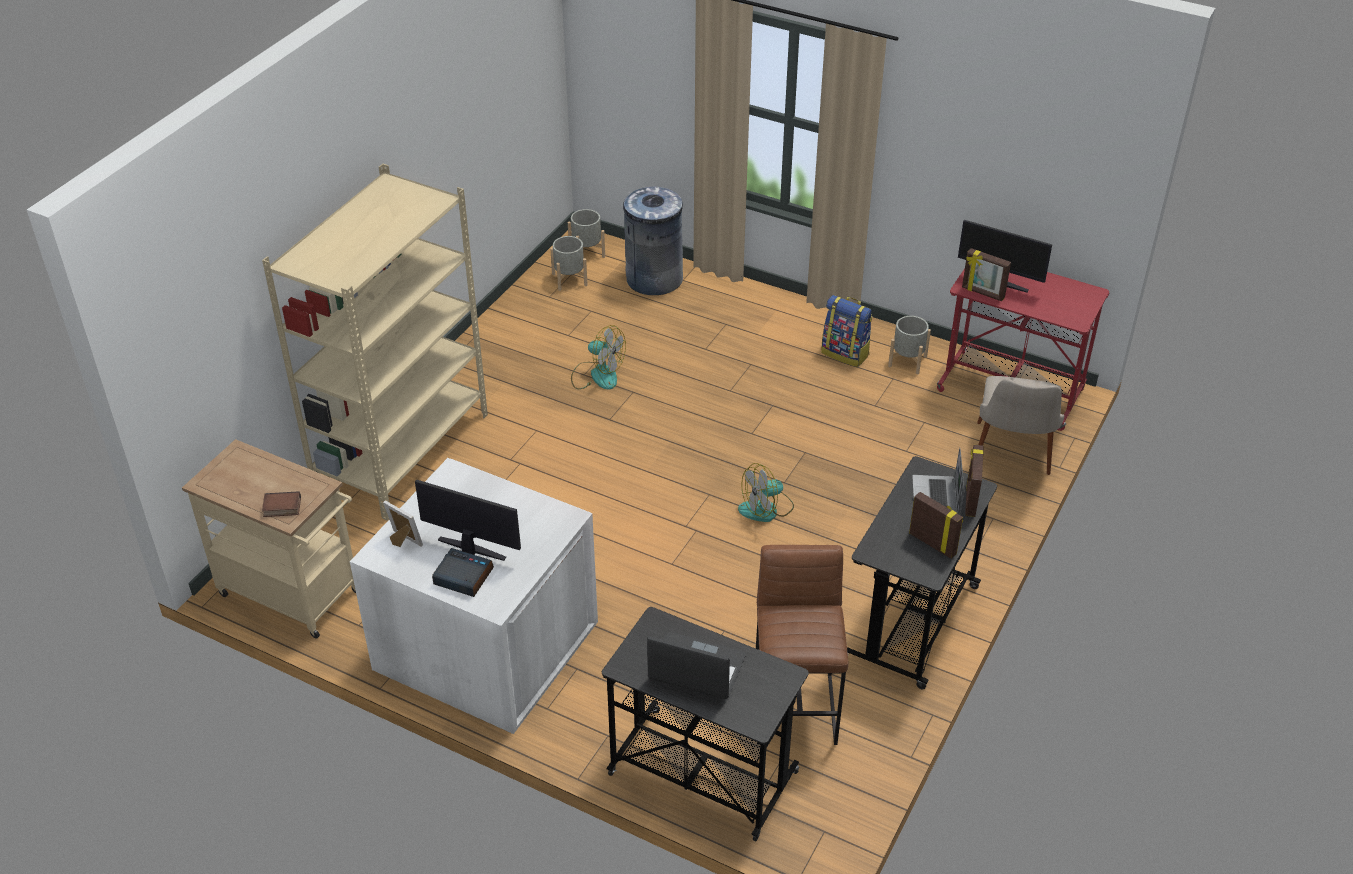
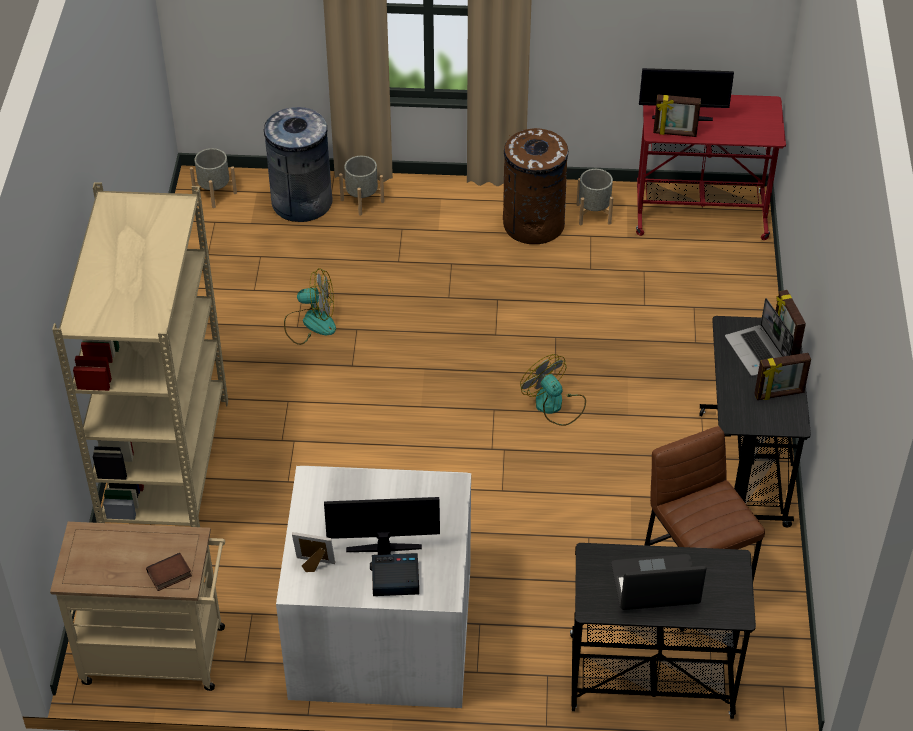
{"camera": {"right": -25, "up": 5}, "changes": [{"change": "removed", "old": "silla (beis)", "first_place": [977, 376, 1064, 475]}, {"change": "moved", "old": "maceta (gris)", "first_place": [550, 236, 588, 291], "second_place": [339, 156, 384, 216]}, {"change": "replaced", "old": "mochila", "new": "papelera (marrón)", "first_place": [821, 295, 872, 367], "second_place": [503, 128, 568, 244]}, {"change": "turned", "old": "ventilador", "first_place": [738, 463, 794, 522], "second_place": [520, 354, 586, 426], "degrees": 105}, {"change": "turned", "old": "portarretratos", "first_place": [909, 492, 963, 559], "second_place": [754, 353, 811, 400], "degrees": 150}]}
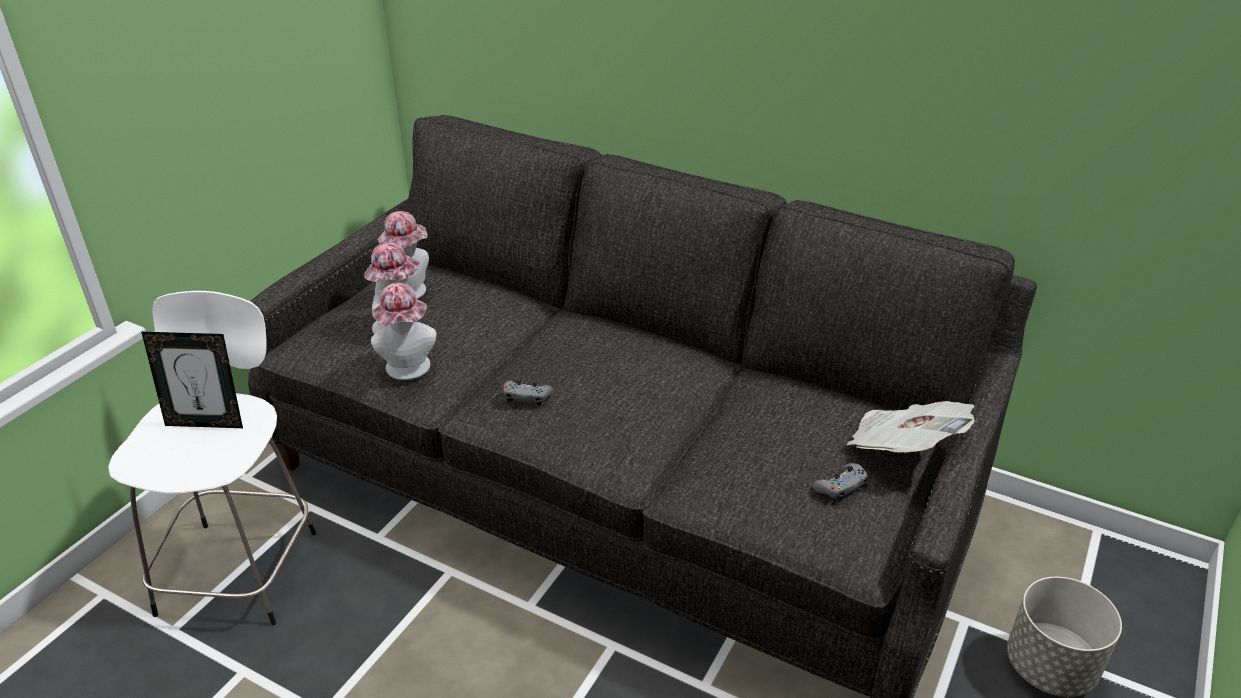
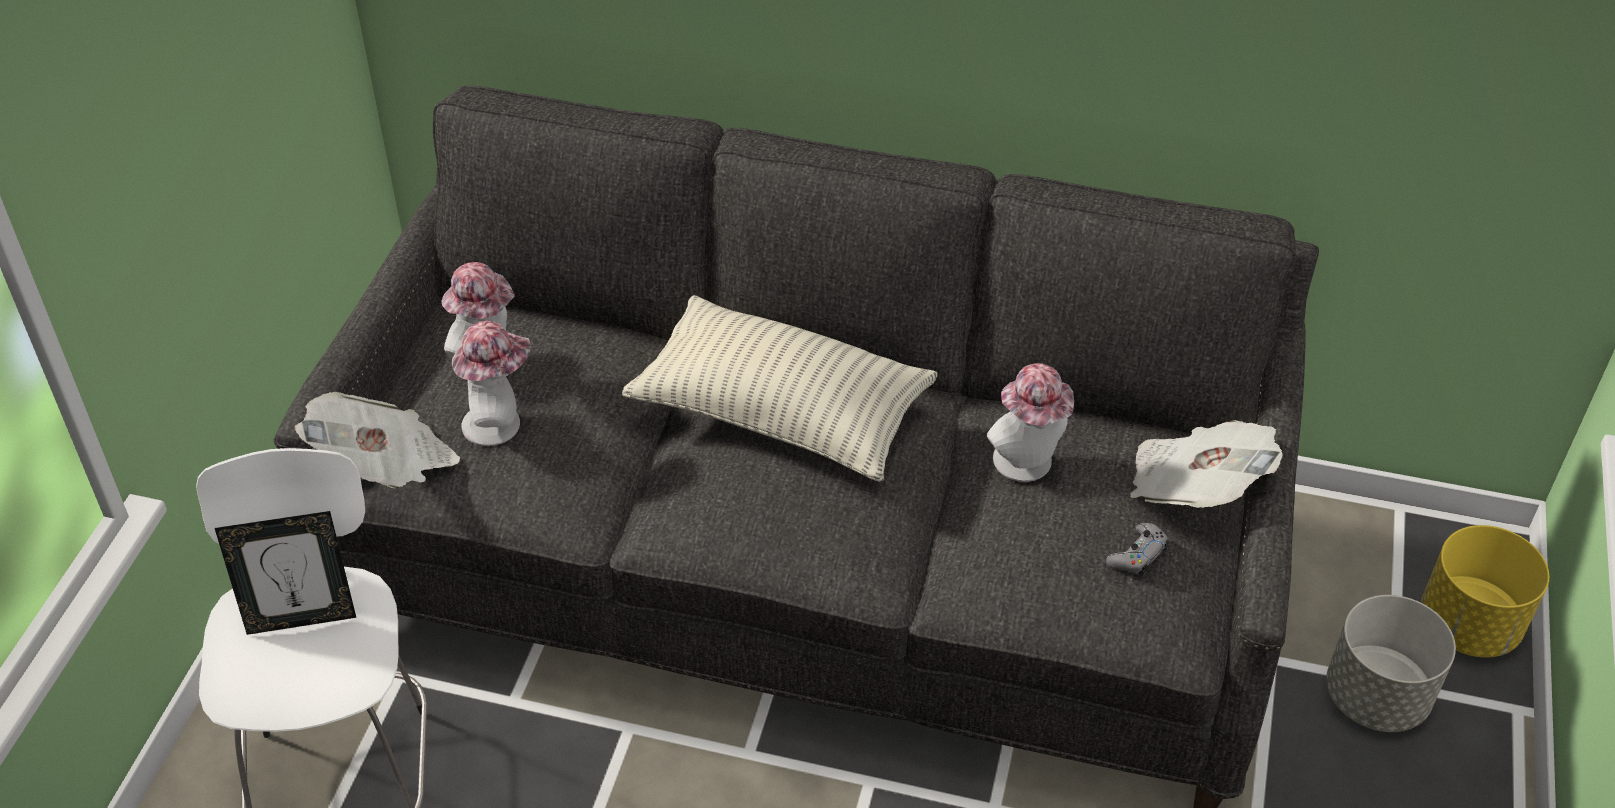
{"camera": {"right": -15, "up": 10}, "changes": [{"change": "removed", "old": "mando de consola (gris)", "first_place": [503, 380, 553, 406]}, {"change": "added", "new": "periódico", "second_place": [295, 392, 460, 488]}, {"change": "added", "new": "cojín", "second_place": [622, 295, 938, 482]}, {"change": "added", "new": "maceta (amarillo)", "second_place": [1421, 525, 1549, 658]}, {"change": "moved", "old": "sombrero", "first_place": [371, 283, 436, 380], "second_place": [987, 363, 1074, 482]}]}
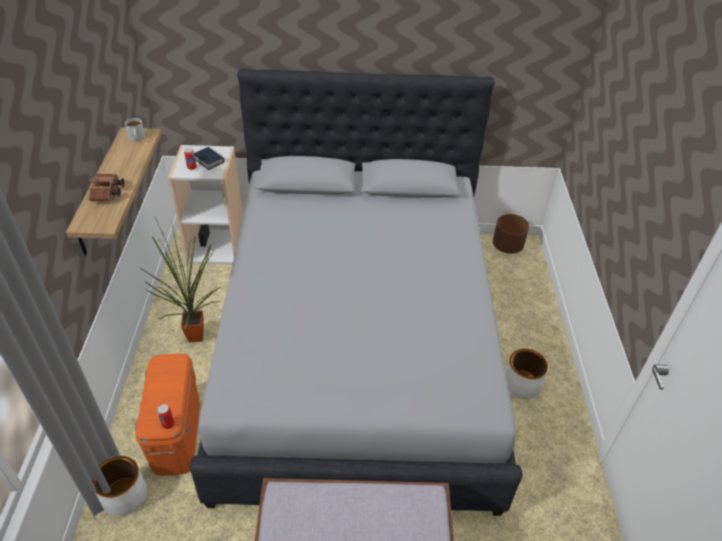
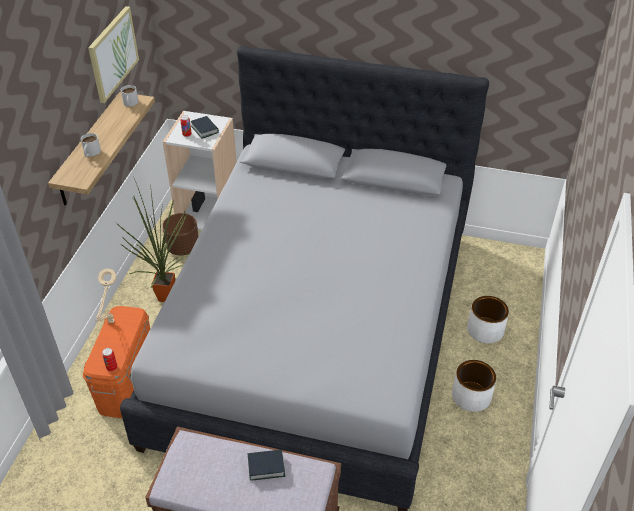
{"camera": {"right": 15, "up": 0}, "changes": [{"change": "added", "new": "cuadro", "second_place": [88, 6, 139, 103]}, {"change": "added", "new": "lámpara de mesa (beis)", "second_place": [95, 268, 117, 323]}, {"change": "added", "new": "libro", "second_place": [247, 449, 285, 481]}, {"change": "moved", "old": "maceta (blanco)", "first_place": [92, 456, 147, 516], "second_place": [467, 296, 509, 344]}, {"change": "moved", "old": "maceta (marrón)", "first_place": [493, 214, 529, 254], "second_place": [162, 213, 199, 256]}, {"change": "replaced", "old": "prismáticos (marrón)", "new": "taza grande (blanco)", "first_place": [89, 174, 124, 201], "second_place": [81, 133, 101, 157]}]}
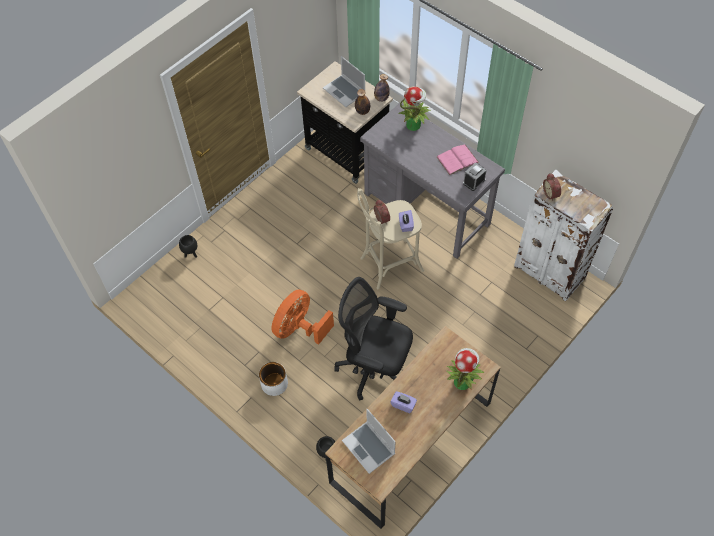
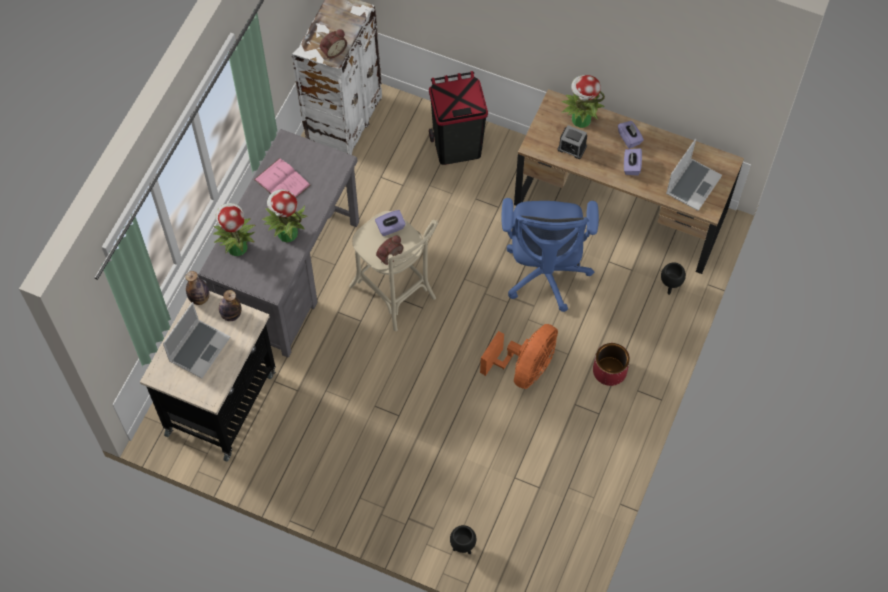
{"camera": {"right": -110, "up": 5}, "changes": [{"change": "added", "new": "planta en maceta", "second_place": [261, 190, 307, 242]}, {"change": "added", "new": "papelera (negro)", "second_place": [429, 71, 488, 165]}, {"change": "added", "new": "caja de pañuelos (morado)", "second_place": [618, 121, 644, 149]}, {"change": "moved", "old": "despertador", "first_place": [463, 162, 487, 191], "second_place": [557, 125, 587, 159]}, {"change": "recoloured", "old": "maceta (blanco)", "new": "maceta (rojo)", "first_place": [259, 362, 288, 396], "second_place": [593, 343, 630, 386]}, {"change": "recoloured", "old": "silla de oficina (negro)", "new": "silla de oficina (azul)", "first_place": [334, 277, 413, 401], "second_place": [502, 198, 599, 312]}, {"change": "turned", "old": "ventilador (naranja)", "first_place": [271, 290, 334, 344], "second_place": [480, 324, 558, 389], "degrees": -75}]}
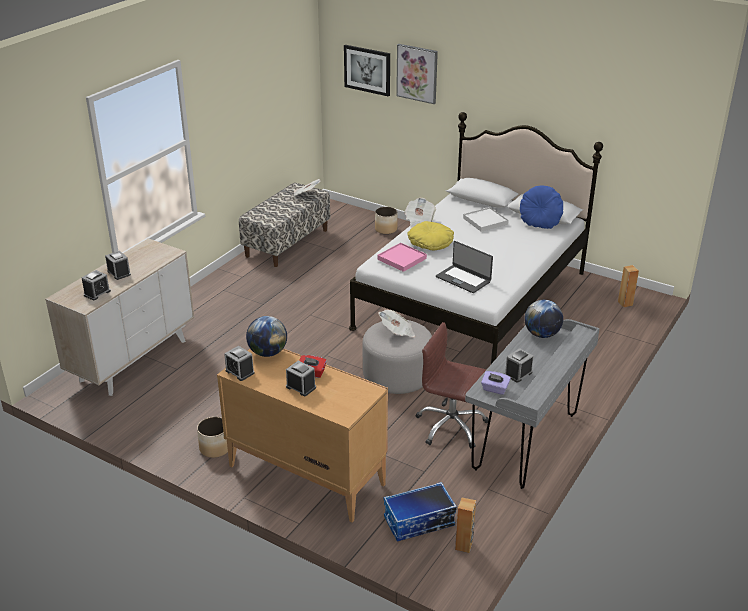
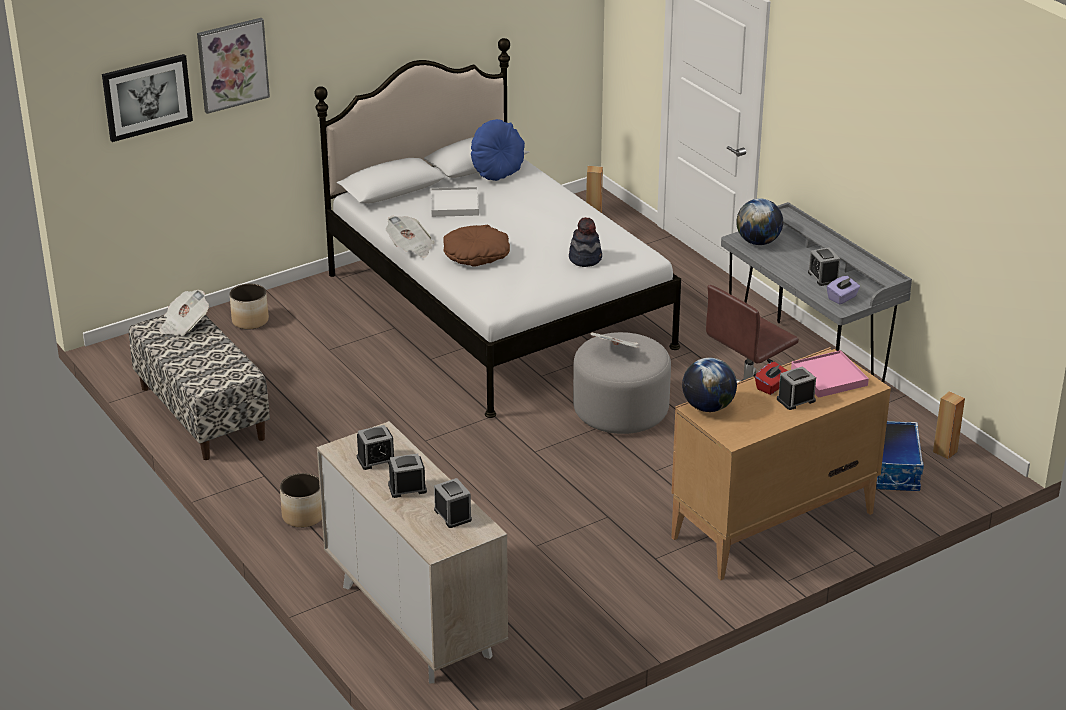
{"camera": {"right": -65, "up": 0}, "changes": [{"change": "moved", "old": "maceta", "first_place": [197, 417, 228, 458], "second_place": [280, 473, 322, 528]}, {"change": "moved", "old": "despertador", "first_place": [224, 346, 255, 381], "second_place": [357, 425, 394, 470]}, {"change": "moved", "old": "bandeja (rosa)", "first_place": [377, 243, 427, 272], "second_place": [791, 350, 869, 398]}, {"change": "replaced", "old": "portátil", "new": "sombrero", "first_place": [436, 241, 493, 293], "second_place": [569, 217, 602, 267]}, {"change": "recoloured", "old": "cojín (amarillo)", "new": "cojín (marrón)", "first_place": [407, 221, 454, 250], "second_place": [443, 225, 510, 267]}]}
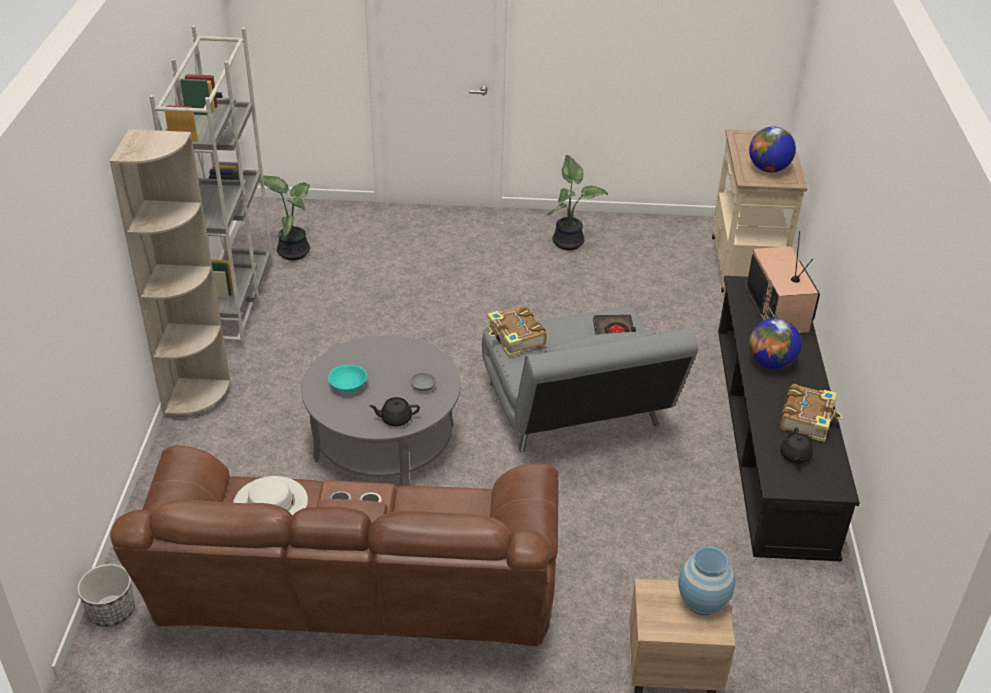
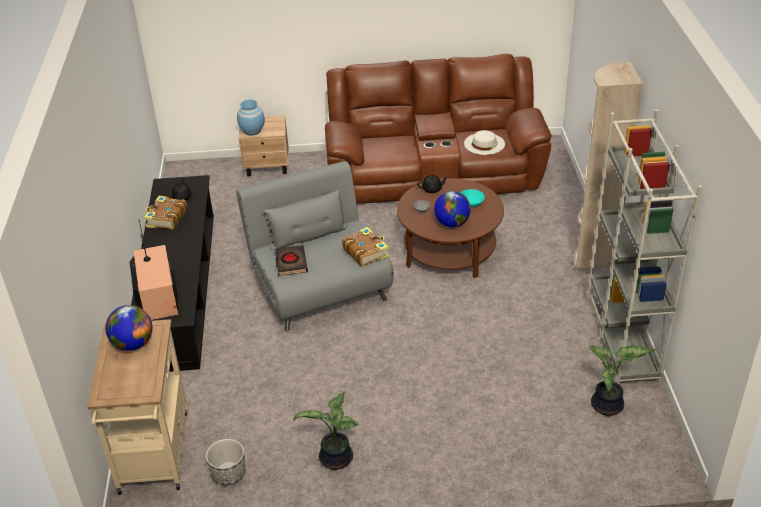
{"camera": {"right": 175, "up": 0}, "changes": [{"change": "moved", "old": "maceta", "first_place": [77, 564, 135, 627], "second_place": [206, 439, 246, 485]}, {"change": "moved", "old": "globo terráqueo", "first_place": [749, 318, 802, 369], "second_place": [434, 191, 471, 227]}, {"change": "recoloured", "old": "mesa de centro (gris)", "new": "mesa de centro (marrón)", "first_place": [301, 336, 460, 486], "second_place": [397, 178, 504, 278]}]}
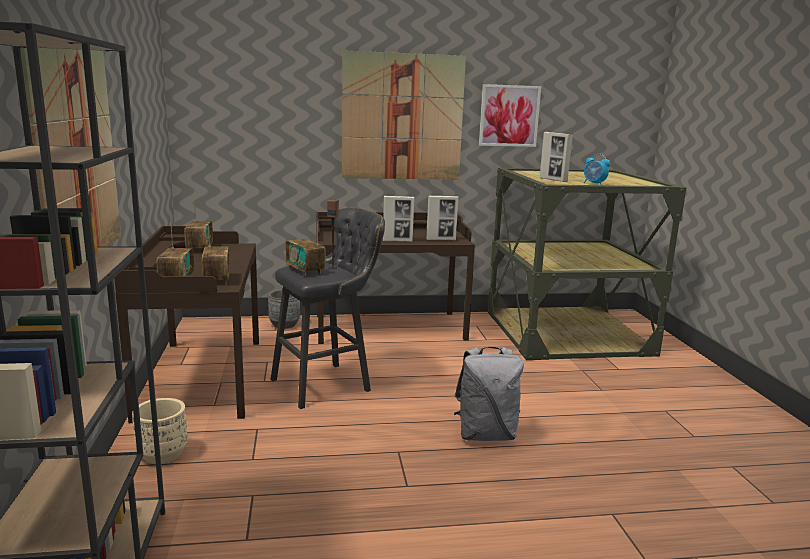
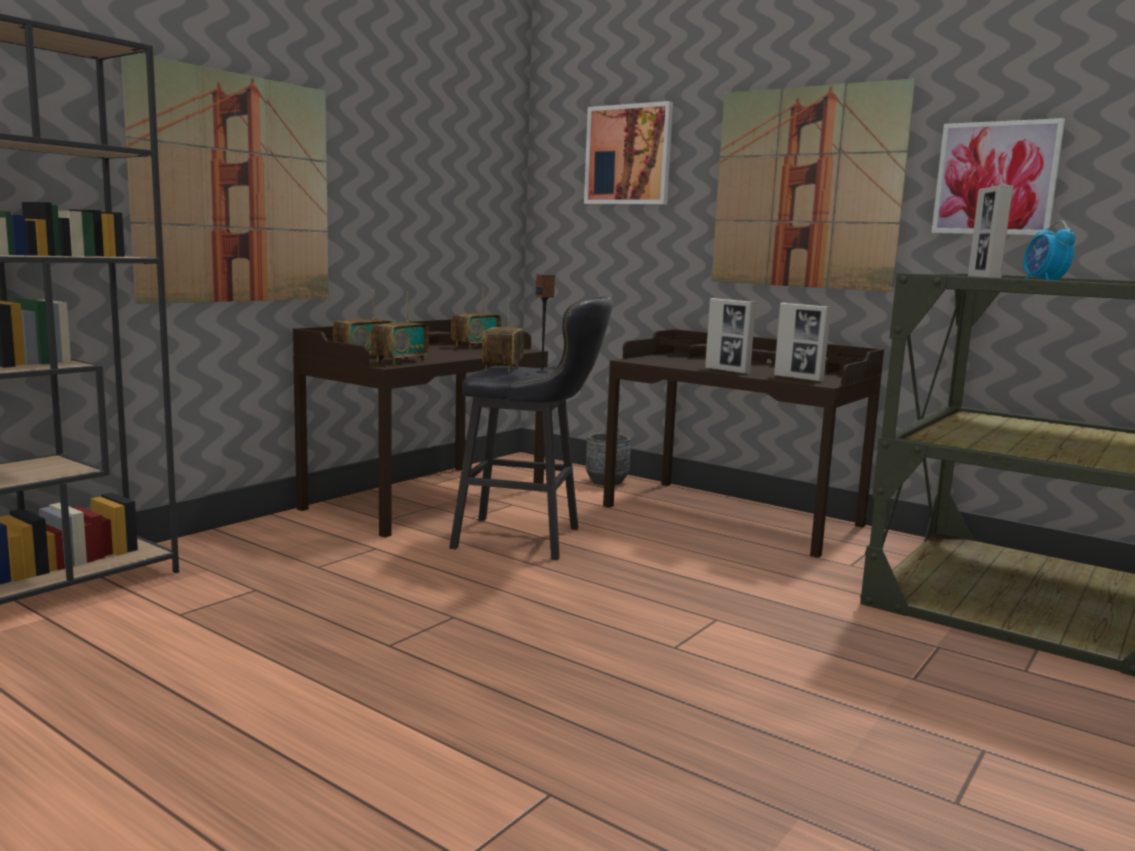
{"camera": {"right": 45, "up": -5}, "changes": [{"change": "removed", "old": "maceta (beis)", "first_place": [132, 398, 188, 464]}, {"change": "removed", "old": "mochila (gris)", "first_place": [454, 347, 524, 441]}, {"change": "added", "new": "cuadro", "second_place": [584, 101, 673, 204]}]}
